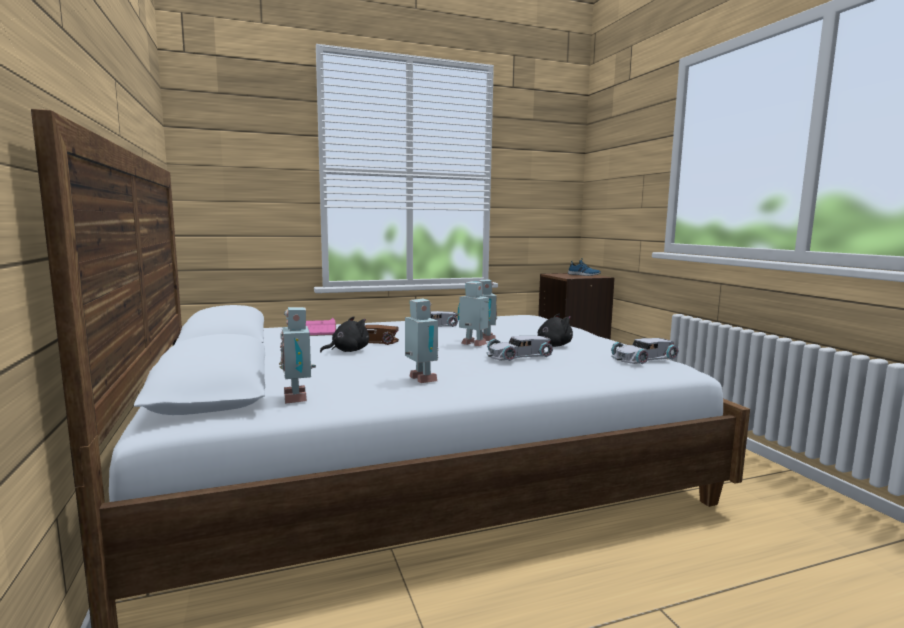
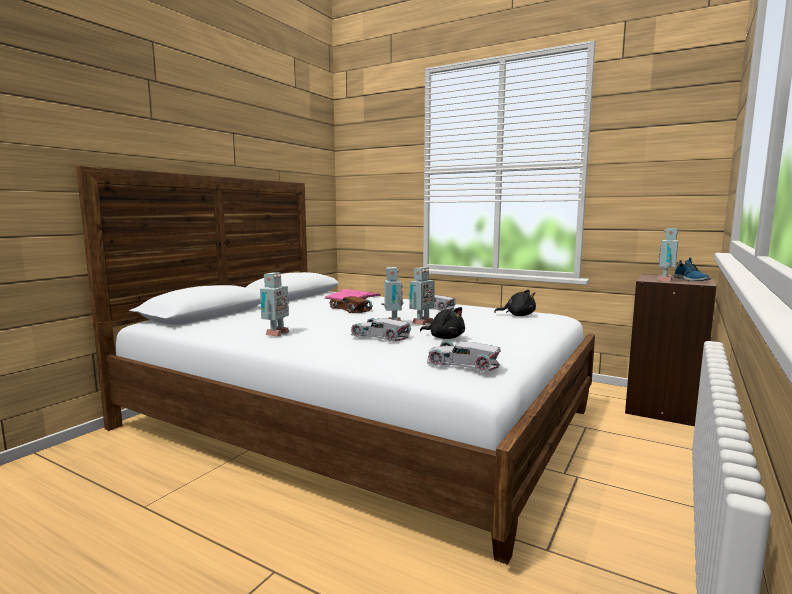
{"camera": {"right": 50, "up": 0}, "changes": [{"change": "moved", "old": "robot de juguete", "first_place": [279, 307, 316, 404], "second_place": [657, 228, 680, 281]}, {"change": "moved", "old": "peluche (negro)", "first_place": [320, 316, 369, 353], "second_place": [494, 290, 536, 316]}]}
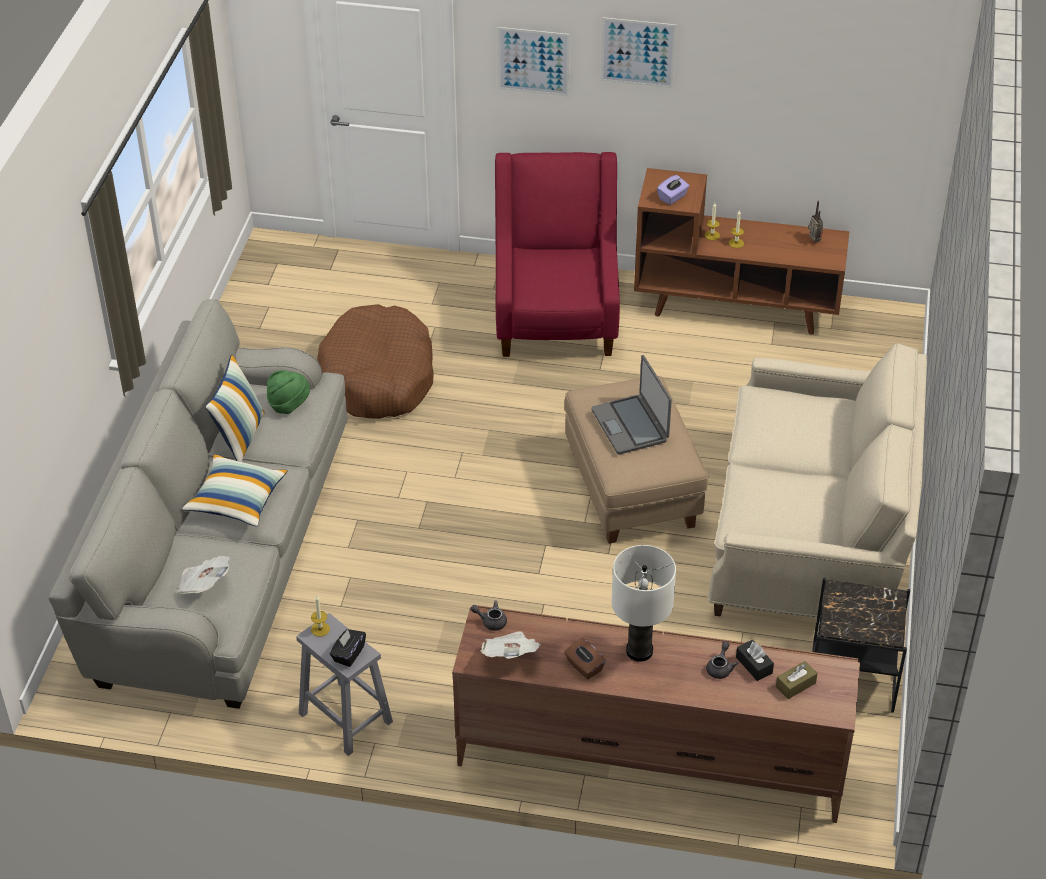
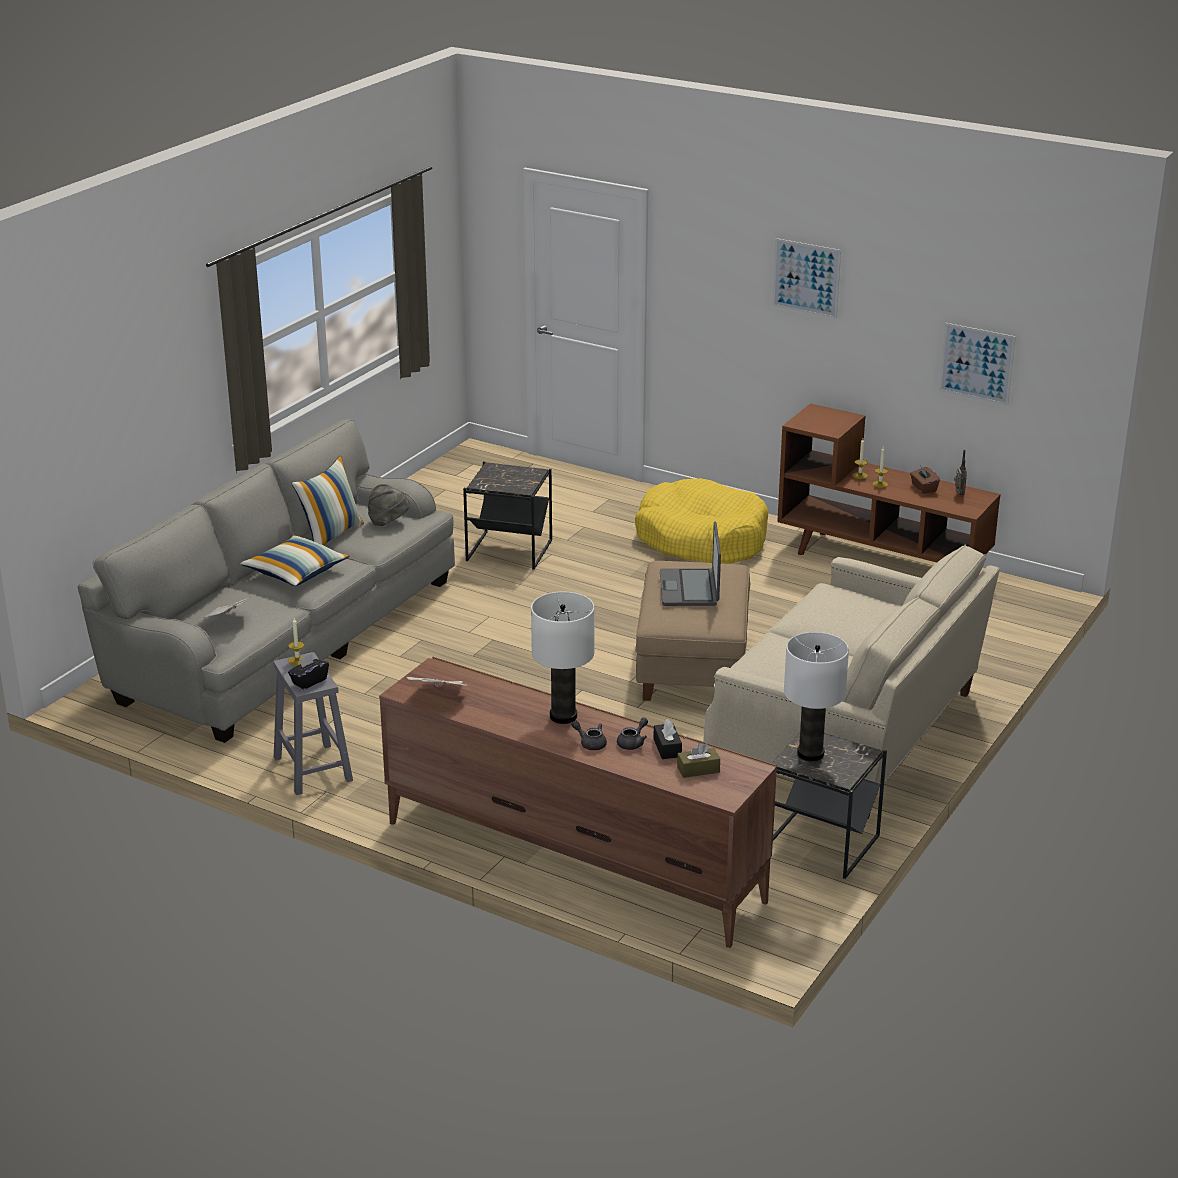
{"camera": {"right": 20, "up": -15}, "changes": [{"change": "removed", "old": "caja de pañuelos (morado)", "first_place": [657, 175, 689, 205]}, {"change": "added", "new": "lámpara de mesa (blanco)", "second_place": [784, 632, 849, 761]}, {"change": "moved", "old": "tetera (gris)", "first_place": [470, 600, 507, 631], "second_place": [571, 720, 607, 750]}, {"change": "moved", "old": "cuadro", "first_place": [498, 27, 570, 96], "second_place": [939, 323, 1016, 405]}, {"change": "moved", "old": "caja de pañuelos (marrón)", "first_place": [564, 638, 606, 679], "second_place": [910, 465, 940, 494]}, {"change": "replaced", "old": "cama para perro (marrón)", "new": "mesa auxiliar (negro)", "first_place": [317, 304, 434, 419], "second_place": [463, 461, 552, 569]}, {"change": "replaced", "old": "sillón (rojo)", "new": "cama para perro (amarillo)", "first_place": [495, 152, 620, 357], "second_place": [635, 478, 769, 564]}, {"change": "recoloured", "old": "sombrero (verde)", "new": "sombrero (gris)", "first_place": [267, 370, 310, 414], "second_place": [368, 484, 409, 526]}]}
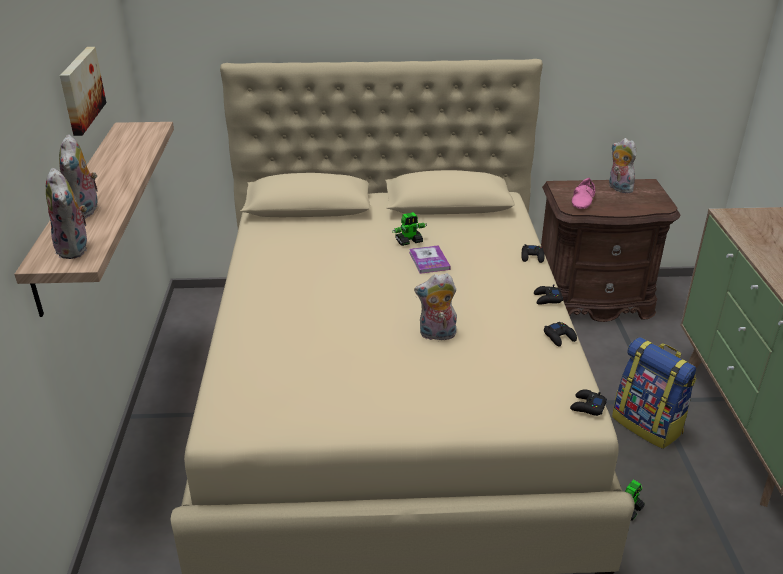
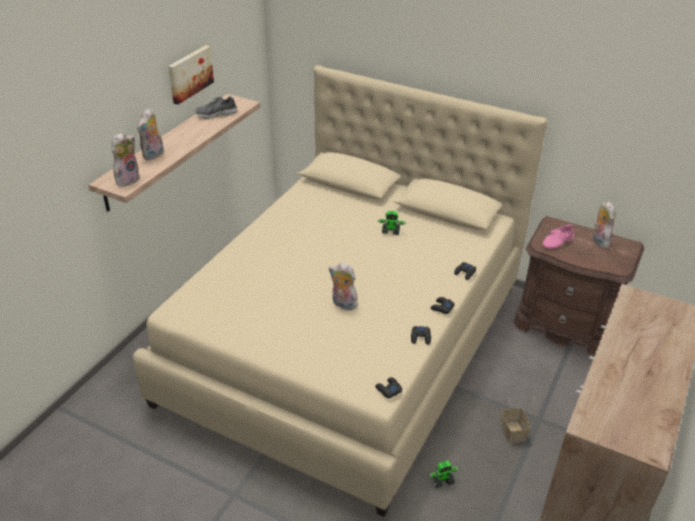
{"camera": {"right": 30, "up": 5}, "changes": [{"change": "removed", "old": "libro", "first_place": [409, 245, 451, 274]}, {"change": "added", "new": "zapato", "second_place": [195, 96, 238, 119]}, {"change": "replaced", "old": "mochila", "new": "cesta", "first_place": [612, 337, 696, 449], "second_place": [501, 396, 535, 443]}, {"change": "turned", "old": "peluche", "first_place": [46, 168, 87, 259], "second_place": [111, 132, 140, 186], "degrees": -150}]}
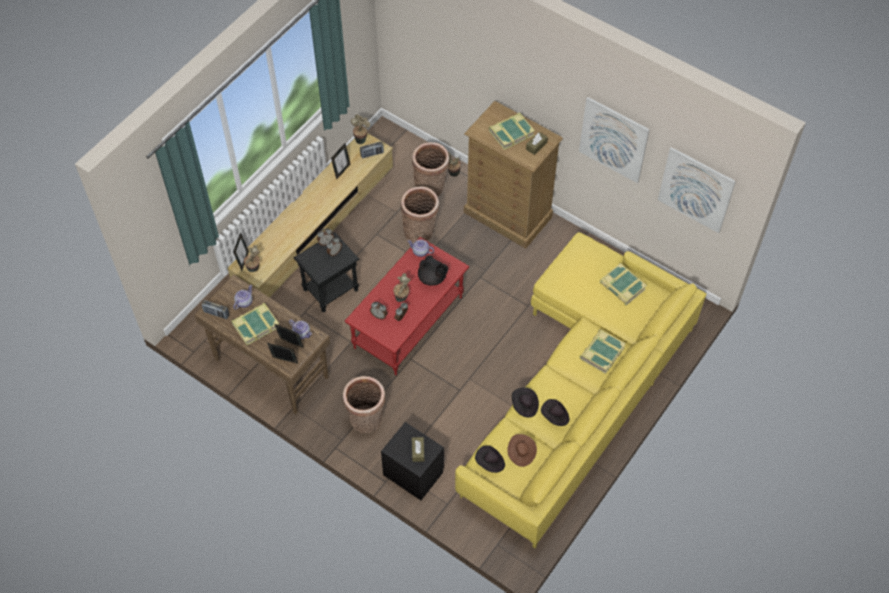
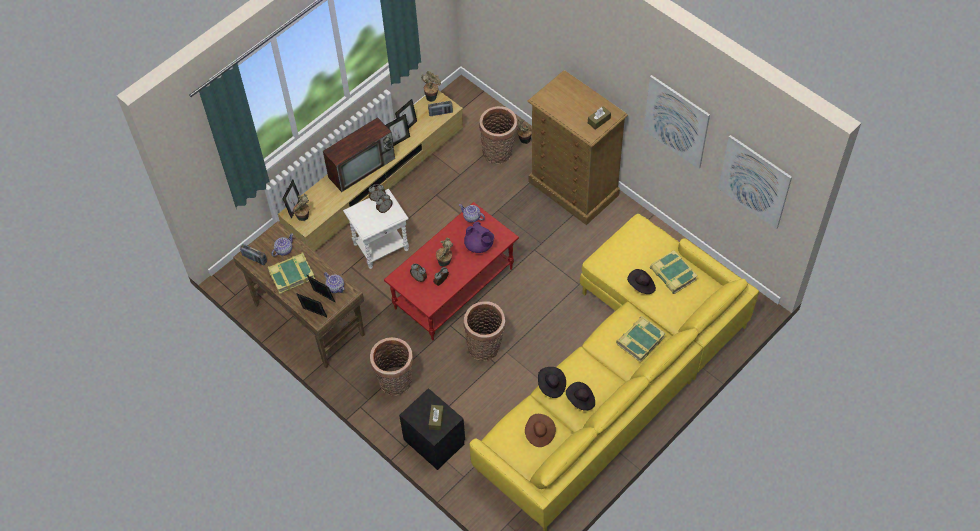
{"camera": {"right": 10, "up": 0}, "changes": [{"change": "removed", "old": "libro", "first_place": [489, 113, 535, 150]}, {"change": "added", "new": "televisor", "second_place": [323, 117, 395, 192]}, {"change": "added", "new": "portarretratos", "second_place": [386, 114, 410, 146]}, {"change": "moved", "old": "cesta", "first_place": [401, 186, 439, 243], "second_place": [464, 301, 506, 361]}, {"change": "moved", "old": "sombrero (negro)", "first_place": [475, 446, 505, 473], "second_place": [627, 269, 656, 294]}, {"change": "recoloured", "old": "mesa auxiliar (negro)", "new": "mesa auxiliar (blanco)", "first_place": [294, 232, 360, 312], "second_place": [343, 189, 409, 269]}, {"change": "recoloured", "old": "tetera (negro)", "new": "tetera (morado)", "first_place": [418, 255, 448, 286], "second_place": [464, 222, 494, 253]}]}
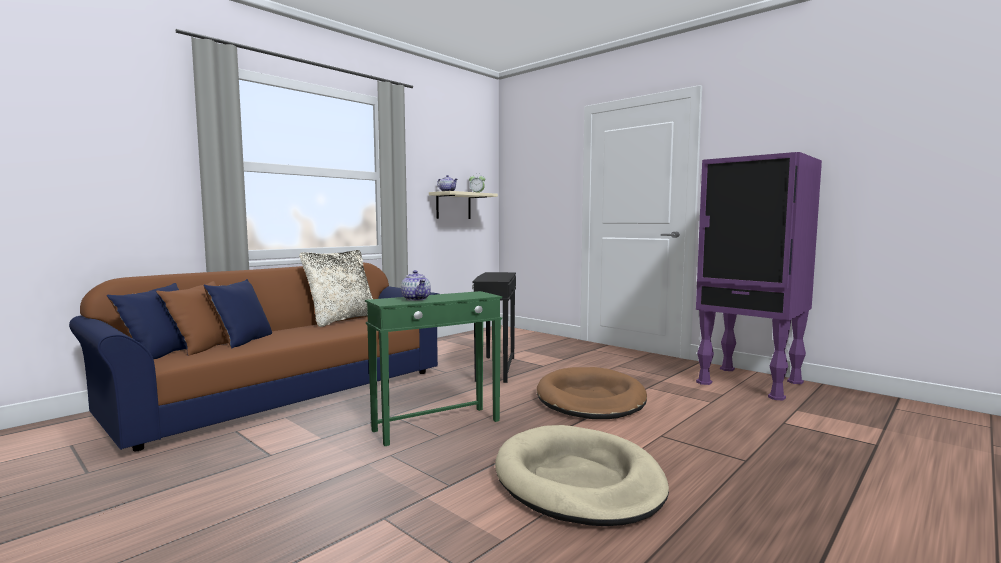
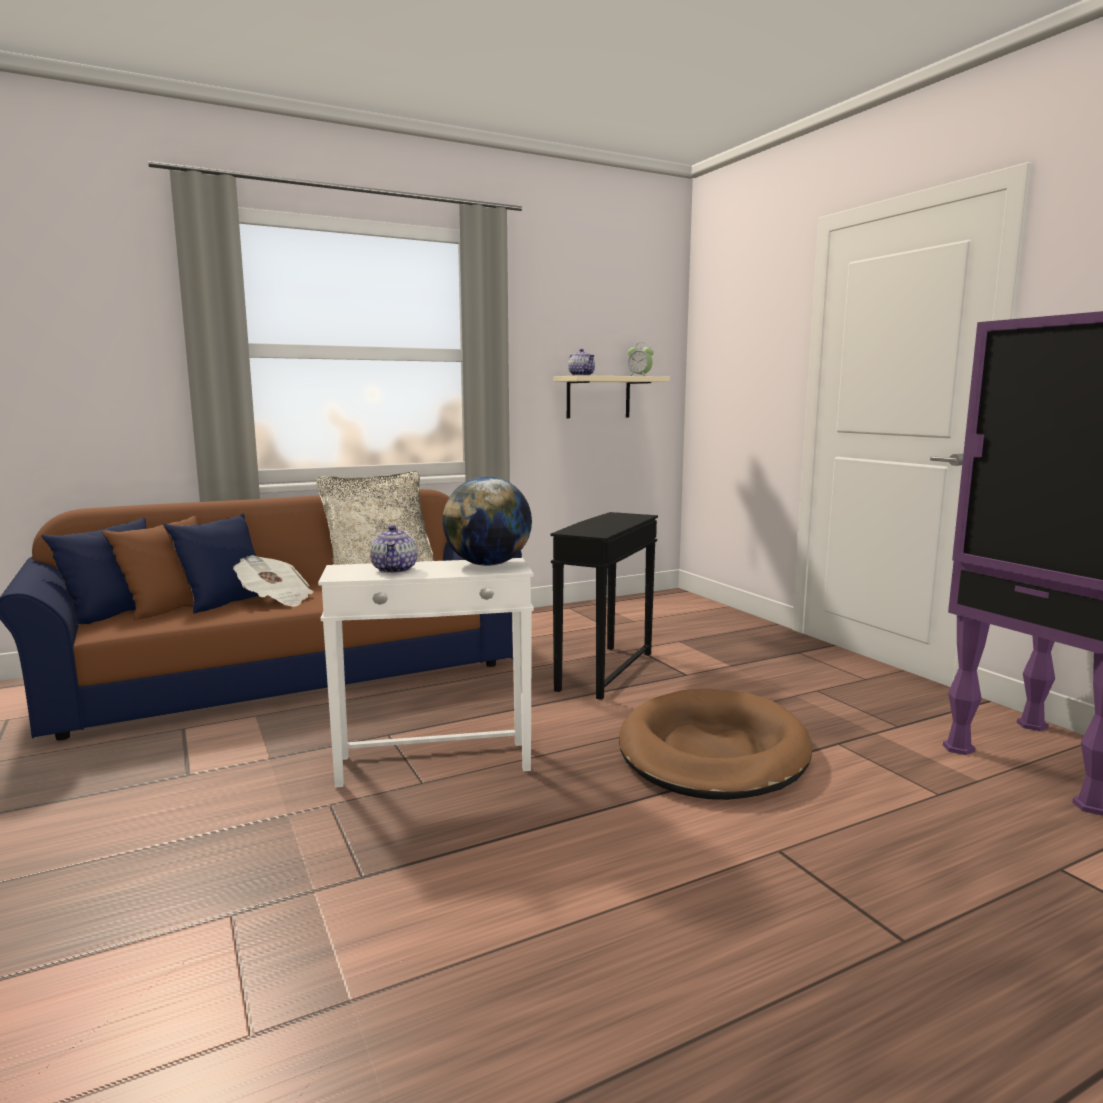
{"camera": {"right": 20, "up": 5}, "changes": [{"change": "removed", "old": "cama para perro (beis)", "first_place": [495, 425, 669, 526]}, {"change": "added", "new": "periódico", "second_place": [233, 555, 314, 607]}, {"change": "added", "new": "globo terráqueo", "second_place": [442, 476, 532, 566]}, {"change": "recoloured", "old": "mesa auxiliar (verde)", "new": "mesa auxiliar (blanco)", "first_place": [365, 291, 502, 446], "second_place": [318, 558, 534, 788]}]}
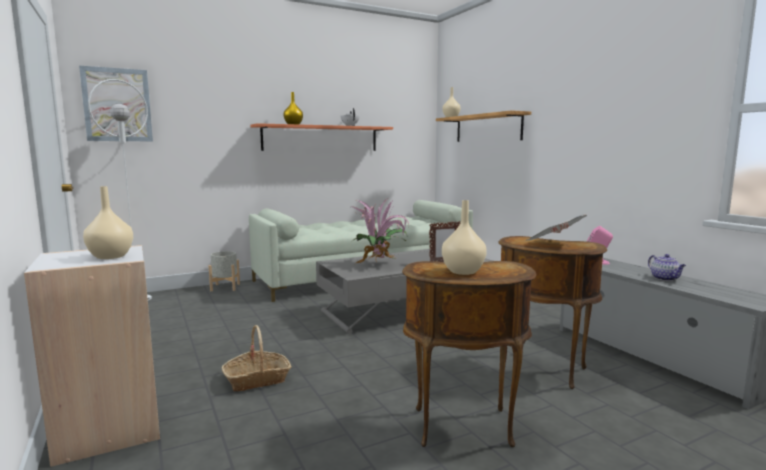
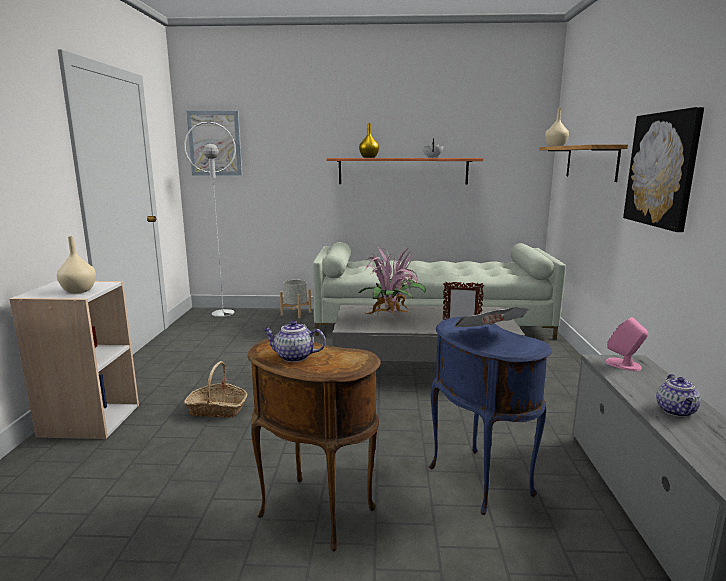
{"camera": {"right": 30, "up": 5}, "changes": [{"change": "added", "new": "cuadro", "second_place": [623, 107, 704, 232]}, {"change": "replaced", "old": "florero (beis)", "new": "tetera", "first_place": [442, 200, 487, 275], "second_place": [263, 320, 326, 362]}, {"change": "recoloured", "old": "mesa auxiliar (marrón)", "new": "mesa auxiliar (azul)", "first_place": [498, 236, 607, 389], "second_place": [429, 316, 552, 515]}]}
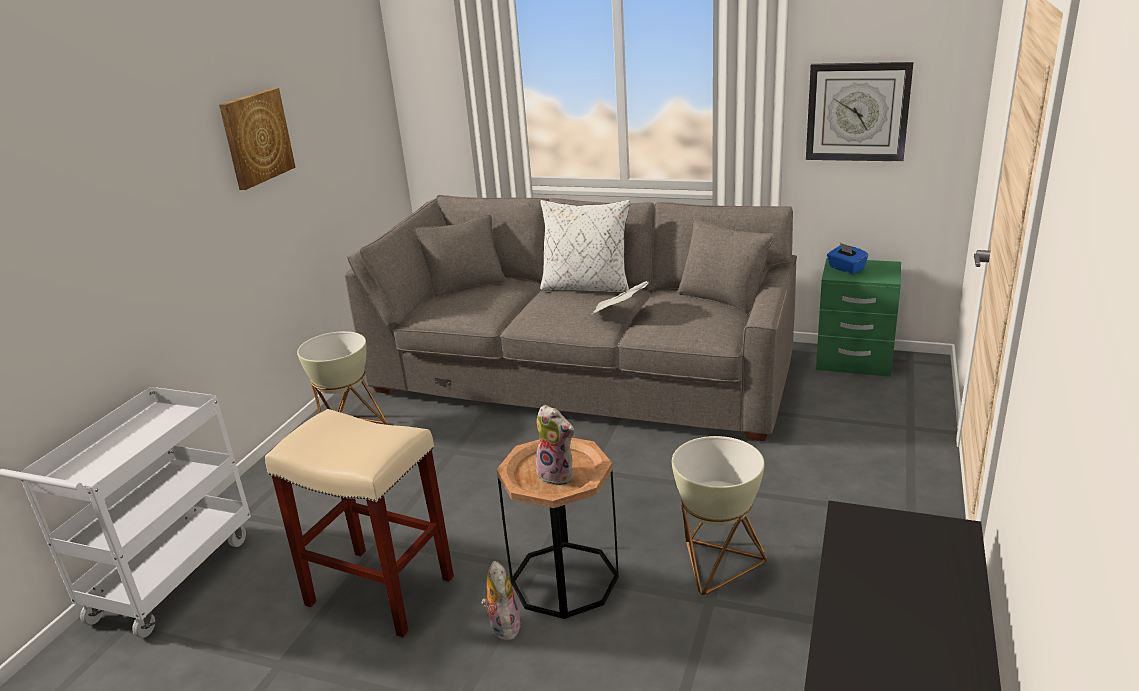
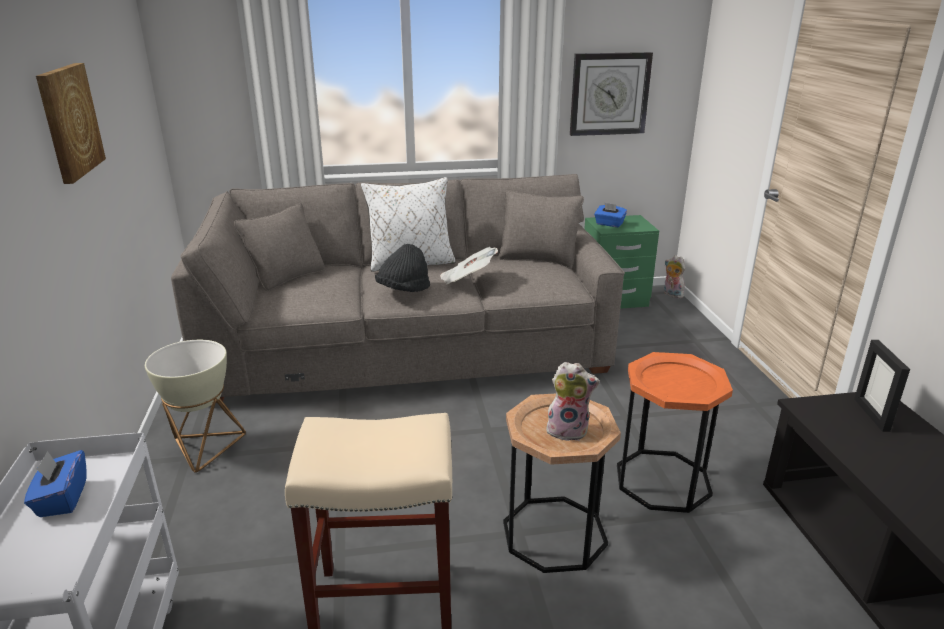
{"camera": {"right": -30, "up": 0}, "changes": [{"change": "added", "new": "caja de pañuelos (azul)", "second_place": [24, 450, 87, 517]}, {"change": "added", "new": "sombrero (negro)", "second_place": [375, 244, 430, 292]}, {"change": "added", "new": "portarretratos", "second_place": [854, 340, 910, 432]}, {"change": "moved", "old": "peluche", "first_place": [481, 561, 521, 640], "second_place": [664, 255, 685, 298]}, {"change": "replaced", "old": "maceta", "new": "mesa auxiliar (naranja)", "first_place": [672, 436, 767, 595], "second_place": [617, 352, 733, 513]}]}
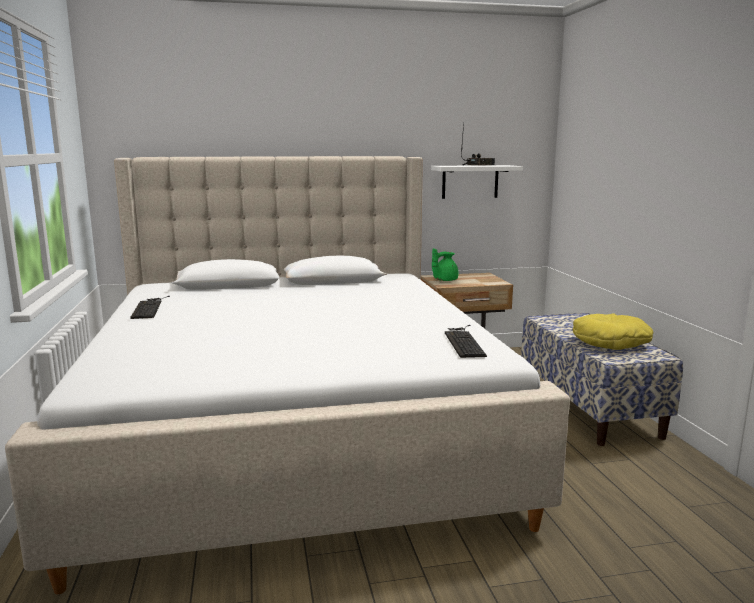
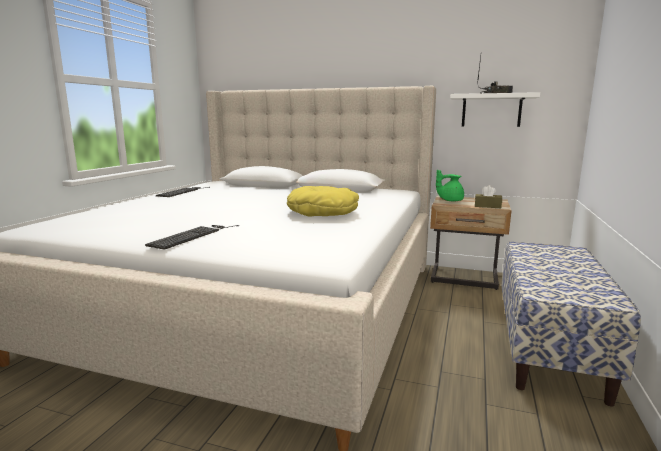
{"camera": {"right": 30, "up": 0}, "changes": [{"change": "added", "new": "caja de pañuelos (marrón)", "second_place": [475, 185, 502, 208]}, {"change": "moved", "old": "teclado", "first_place": [445, 325, 487, 358], "second_place": [145, 225, 239, 250]}, {"change": "moved", "old": "cojín (amarillo)", "first_place": [573, 313, 653, 350], "second_place": [287, 186, 359, 216]}]}
